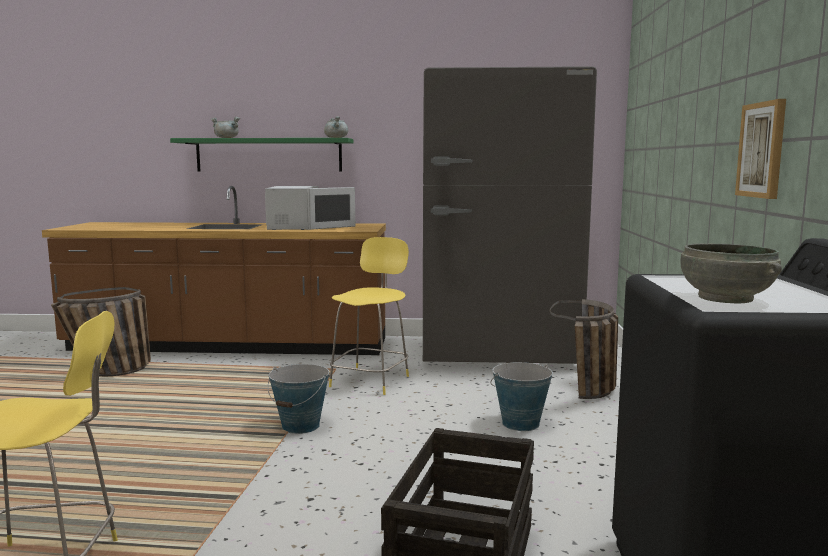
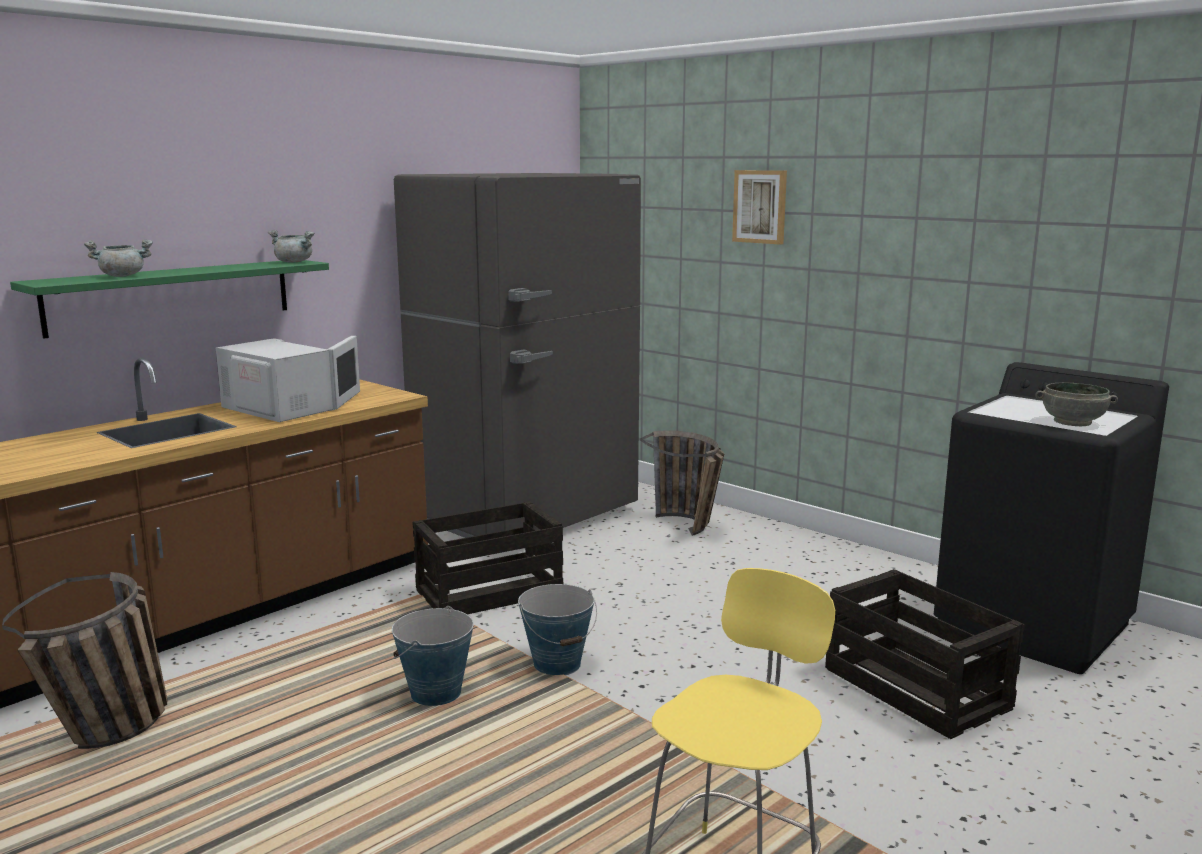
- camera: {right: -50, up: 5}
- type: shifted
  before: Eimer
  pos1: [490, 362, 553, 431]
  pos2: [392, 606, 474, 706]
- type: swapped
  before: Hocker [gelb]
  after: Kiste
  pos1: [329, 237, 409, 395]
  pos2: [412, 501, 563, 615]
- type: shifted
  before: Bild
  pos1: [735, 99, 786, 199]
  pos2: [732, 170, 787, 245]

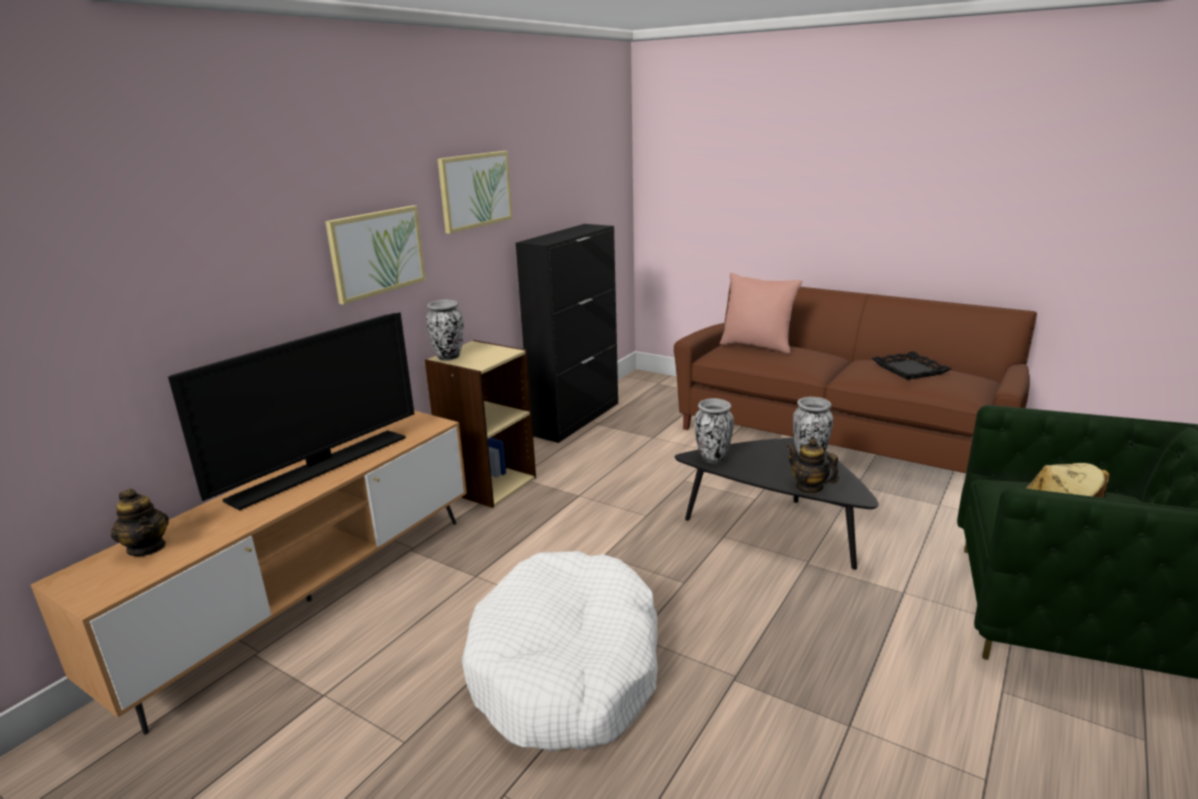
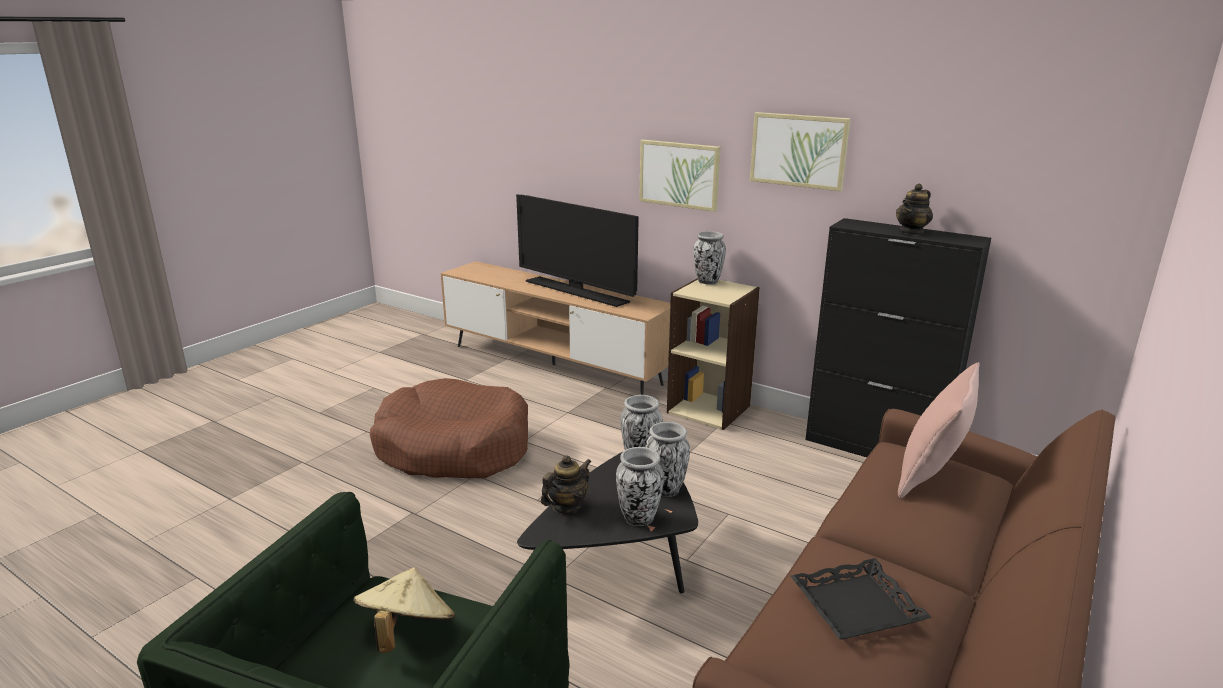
- camera: {right: 90, up: 0}
- type: repainted
  before: Hundebett [weiß]
  after: Hundebett [braun]
  pos1: [462, 551, 658, 751]
  pos2: [370, 378, 528, 478]
- type: new
  after: Vase
  pos2: [646, 422, 690, 497]
- type: shifted
  before: Teekanne
  pos1: [111, 489, 169, 556]
  pos2: [896, 184, 933, 236]

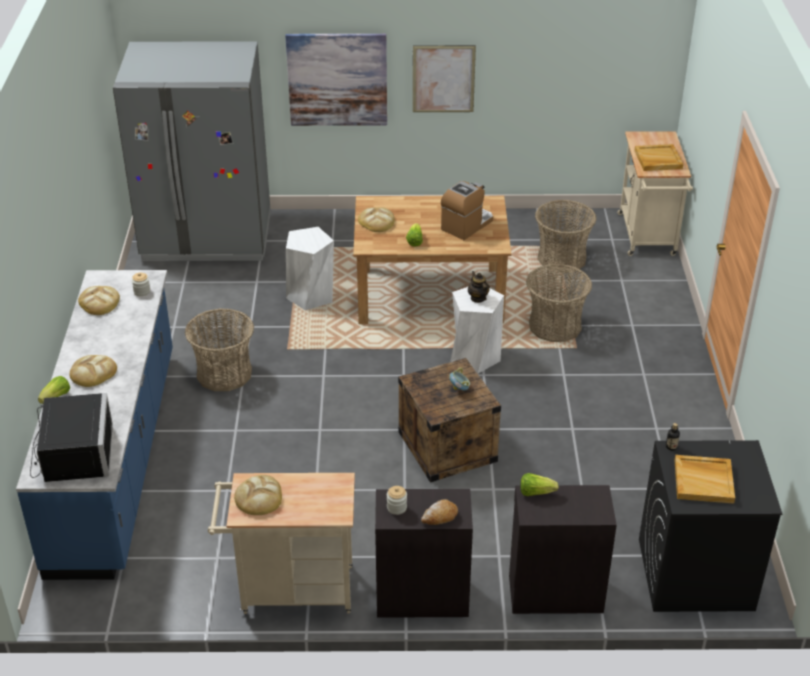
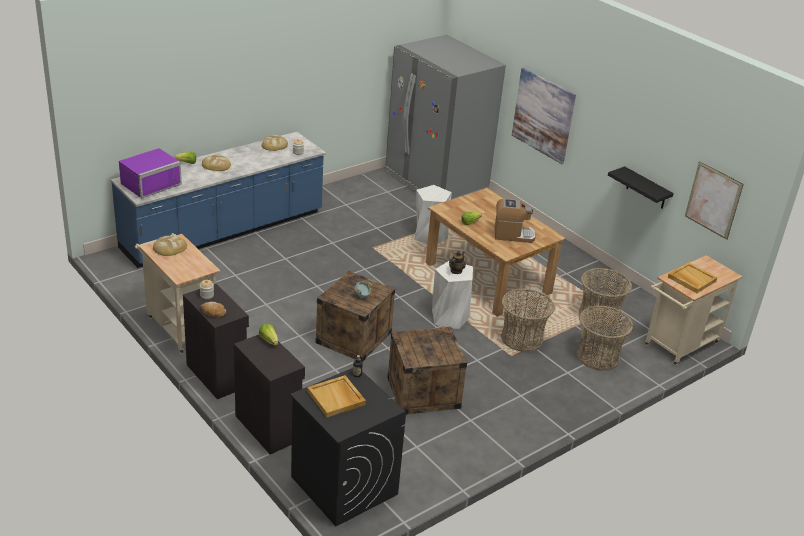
- camera: {right: 50, up: -5}
- type: repainted
  before: Mikrowelle [schwarz]
  after: Mikrowelle [lila]
  pos1: [30, 393, 113, 482]
  pos2: [119, 148, 182, 198]
- type: new
  after: Kiste
  pos2: [387, 327, 467, 415]
- type: shifted
  before: Korb
  pos1: [185, 308, 254, 391]
  pos2: [577, 306, 633, 371]
- type: new
  after: Wandregal [schwarz]
  pos2: [608, 166, 674, 209]
- type: shifted
  before: Bild
  pos1: [413, 45, 476, 112]
  pos2: [685, 161, 744, 240]
- type: gone
  before: Brot
  pos1: [358, 207, 395, 232]

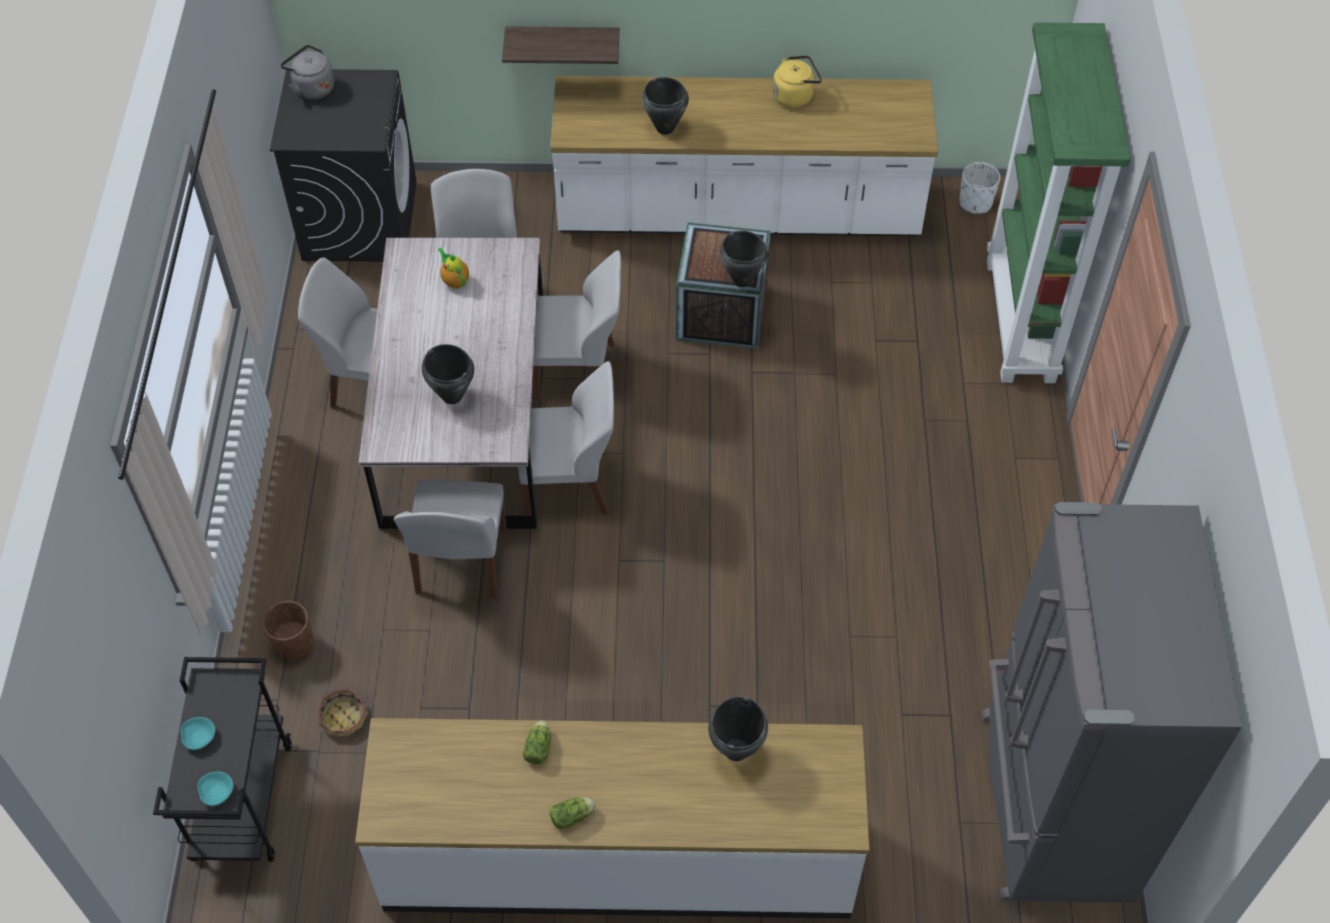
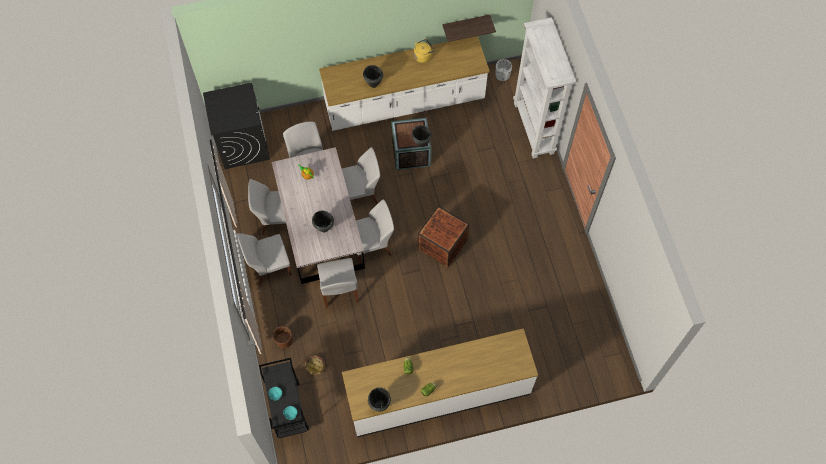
- camera: {right: -15, up: 10}
- type: new
  after: Stuhl [weiß]
  pos2: [237, 233, 292, 286]
- type: shifted
  before: Kochtopf [schwarz]
  pos1: [708, 696, 768, 761]
  pos2: [368, 387, 391, 412]
- type: new
  after: Kiste
  pos2: [418, 206, 469, 267]
- type: shifted
  before: Wandregal
  pos1: [502, 26, 620, 64]
  pos2: [443, 15, 496, 42]
- type: repainted
  before: Bücherregal [grün]
  after: Bücherregal [weiß]
  pos1: [987, 22, 1131, 383]
  pos2: [513, 17, 576, 159]
- type: gone
  before: Wasserkessel [grau]
  pos1: [280, 45, 334, 100]
- type: gone
  before: Kühlschrank [grau]
  pos1: [982, 502, 1242, 903]

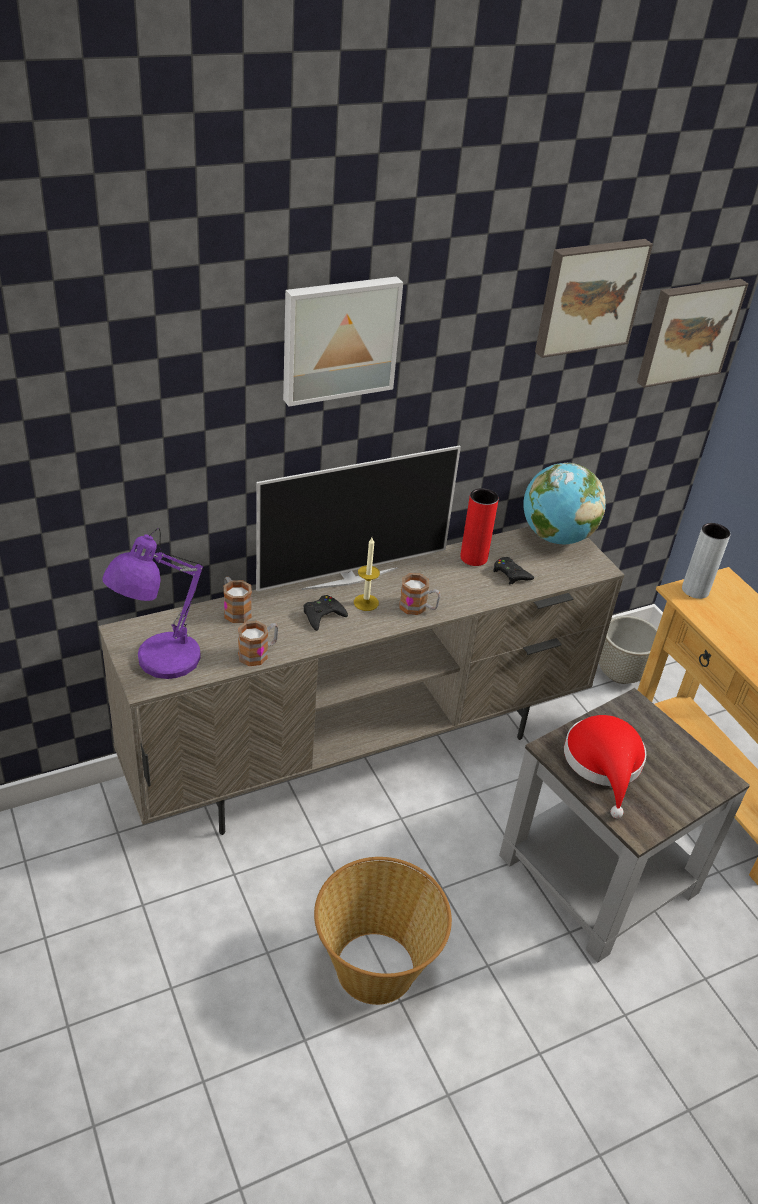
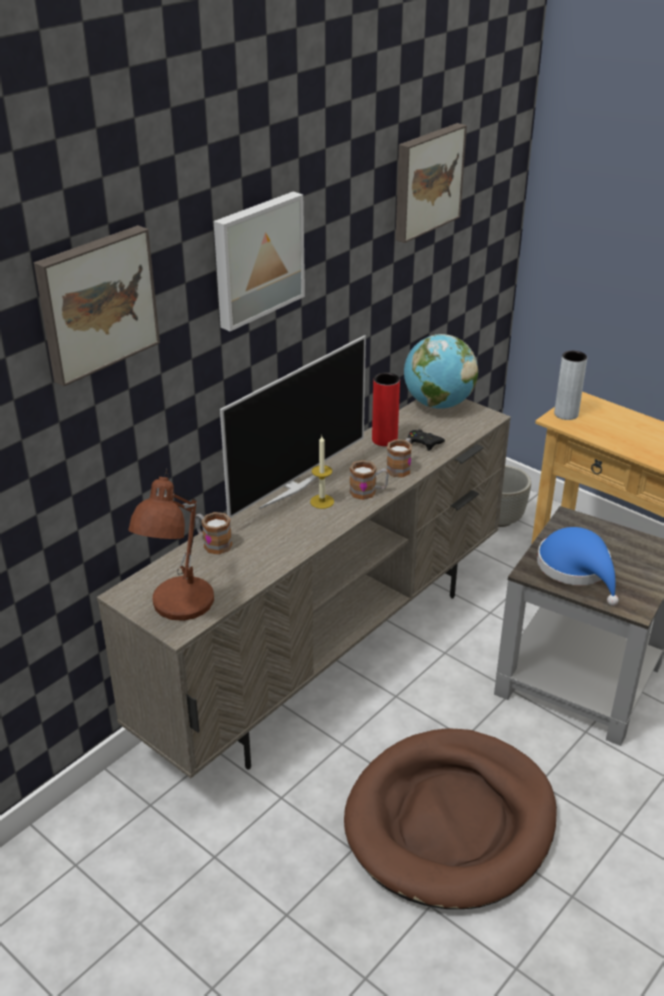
- camera: {right: -20, up: -5}
- type: shifted
  before: Bild
  pos1: [637, 279, 749, 388]
  pos2: [34, 225, 160, 387]
- type: repainted
  before: Tischlampe [lila]
  after: Tischlampe [braun]
  pos1: [102, 528, 203, 679]
  pos2: [128, 469, 214, 621]
- type: swapped
  before: Korb
  after: Hundebett [braun]
  pos1: [314, 857, 452, 1005]
  pos2: [344, 728, 557, 909]
- type: shifted
  before: Henkelbecher
  pos1: [238, 621, 278, 666]
  pos2: [387, 438, 412, 477]
- type: repainted
  before: Hut [rot]
  after: Hut [blau]
  pos1: [564, 715, 647, 818]
  pos2: [537, 527, 619, 606]
- type: gone
  before: Gamepad [schwarz]
  pos1: [304, 595, 348, 631]

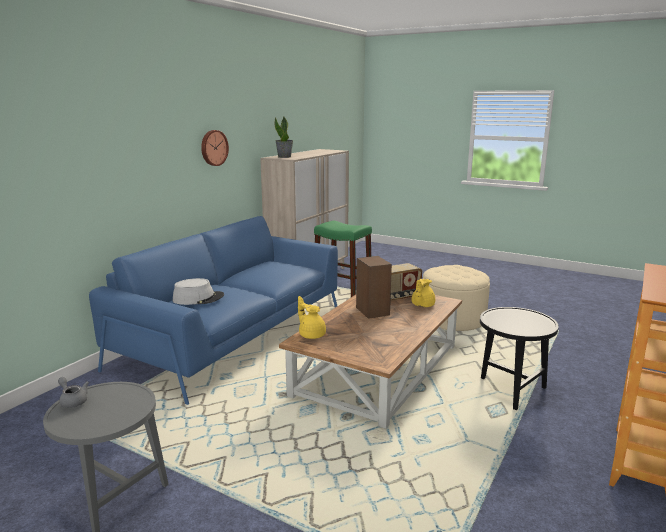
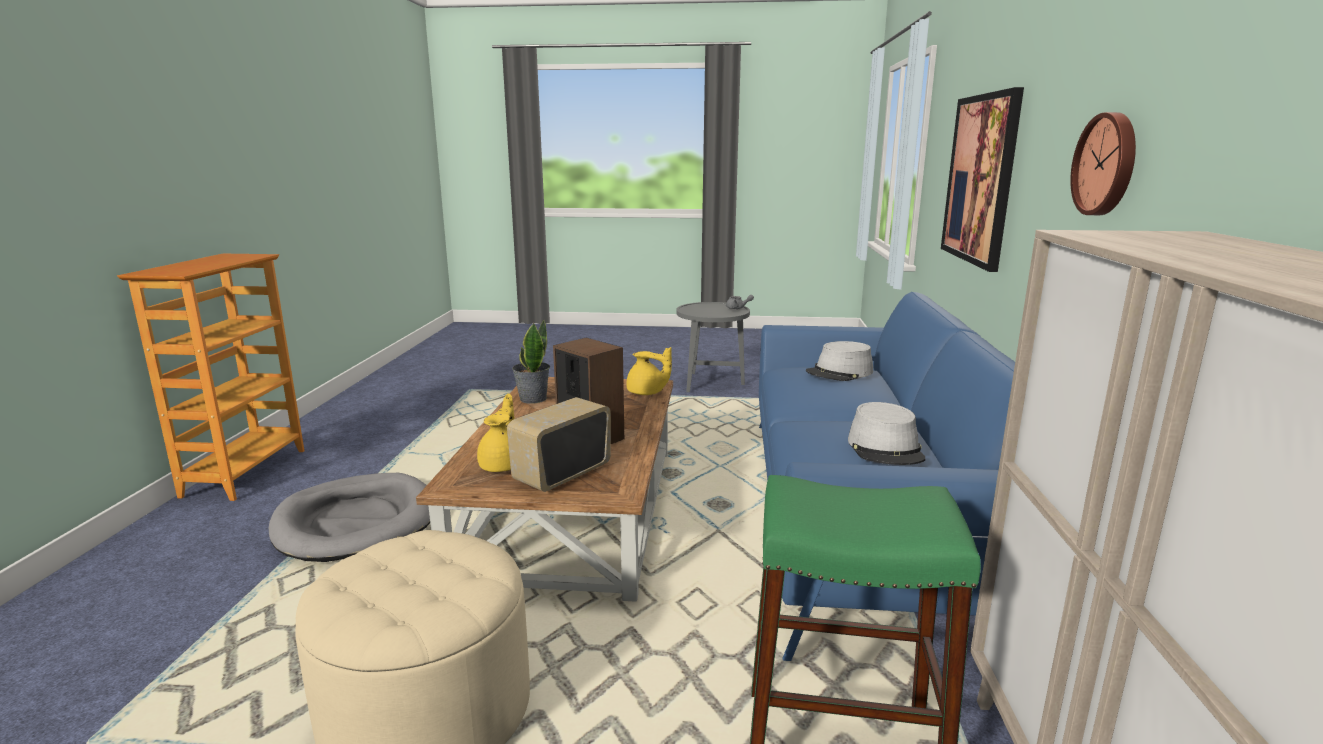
- camera: {right: 155, up: 0}
- type: swapped
  before: Beistelltisch [schwarz]
  after: Hundebett [grau]
  pos1: [480, 307, 559, 410]
  pos2: [269, 473, 430, 562]
- type: shifted
  before: Topfpflanze
  pos1: [275, 116, 293, 158]
  pos2: [512, 320, 550, 404]
- type: new
  after: Hut [grau]
  pos2: [848, 402, 925, 465]
- type: new
  after: Bild
  pos2: [941, 87, 1024, 272]

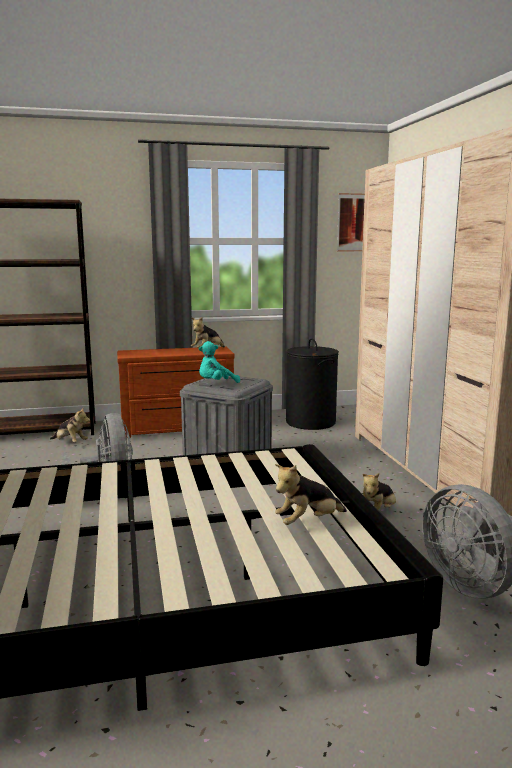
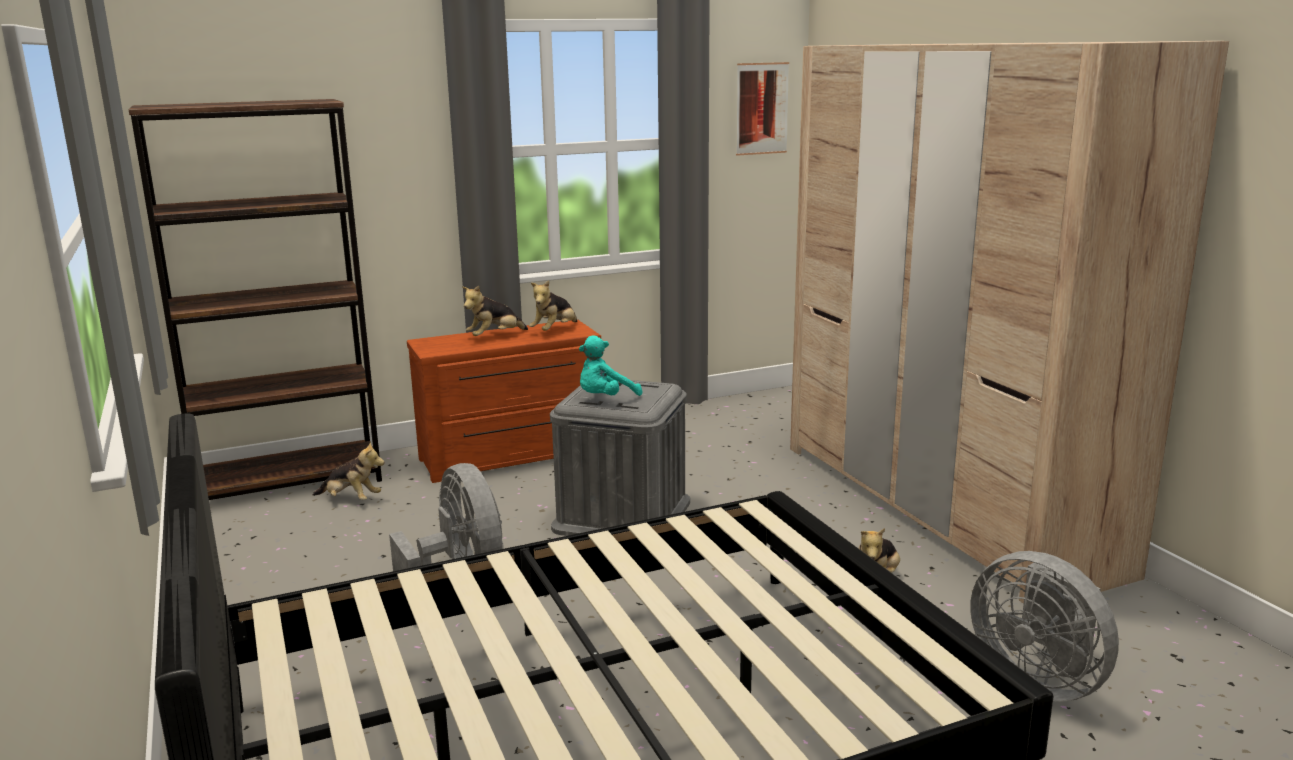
- camera: {right: -10, up: 5}
- type: shifted
  before: Plüschtier
  pos1: [275, 464, 347, 525]
  pos2: [462, 286, 528, 336]
- type: gone
  before: Wäschekorb [schwarz]
  pos1: [286, 338, 339, 430]

